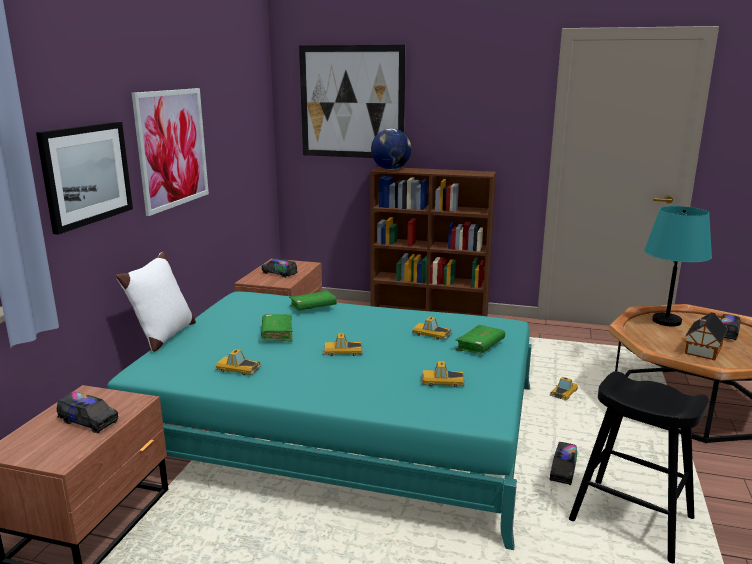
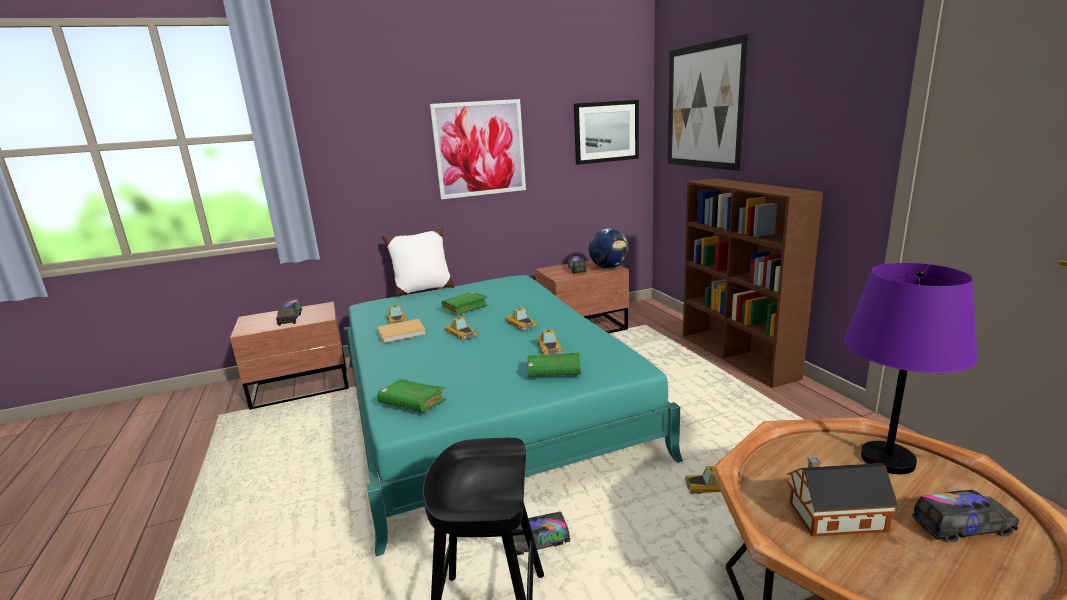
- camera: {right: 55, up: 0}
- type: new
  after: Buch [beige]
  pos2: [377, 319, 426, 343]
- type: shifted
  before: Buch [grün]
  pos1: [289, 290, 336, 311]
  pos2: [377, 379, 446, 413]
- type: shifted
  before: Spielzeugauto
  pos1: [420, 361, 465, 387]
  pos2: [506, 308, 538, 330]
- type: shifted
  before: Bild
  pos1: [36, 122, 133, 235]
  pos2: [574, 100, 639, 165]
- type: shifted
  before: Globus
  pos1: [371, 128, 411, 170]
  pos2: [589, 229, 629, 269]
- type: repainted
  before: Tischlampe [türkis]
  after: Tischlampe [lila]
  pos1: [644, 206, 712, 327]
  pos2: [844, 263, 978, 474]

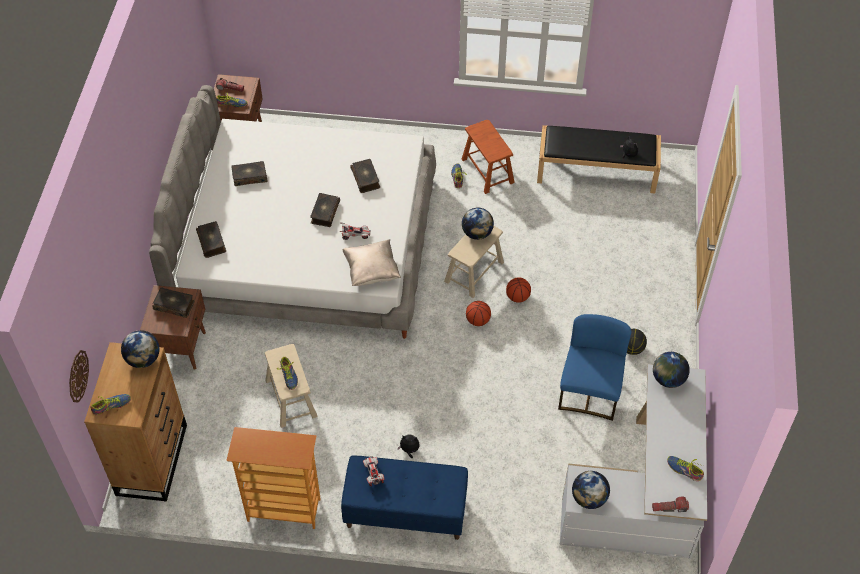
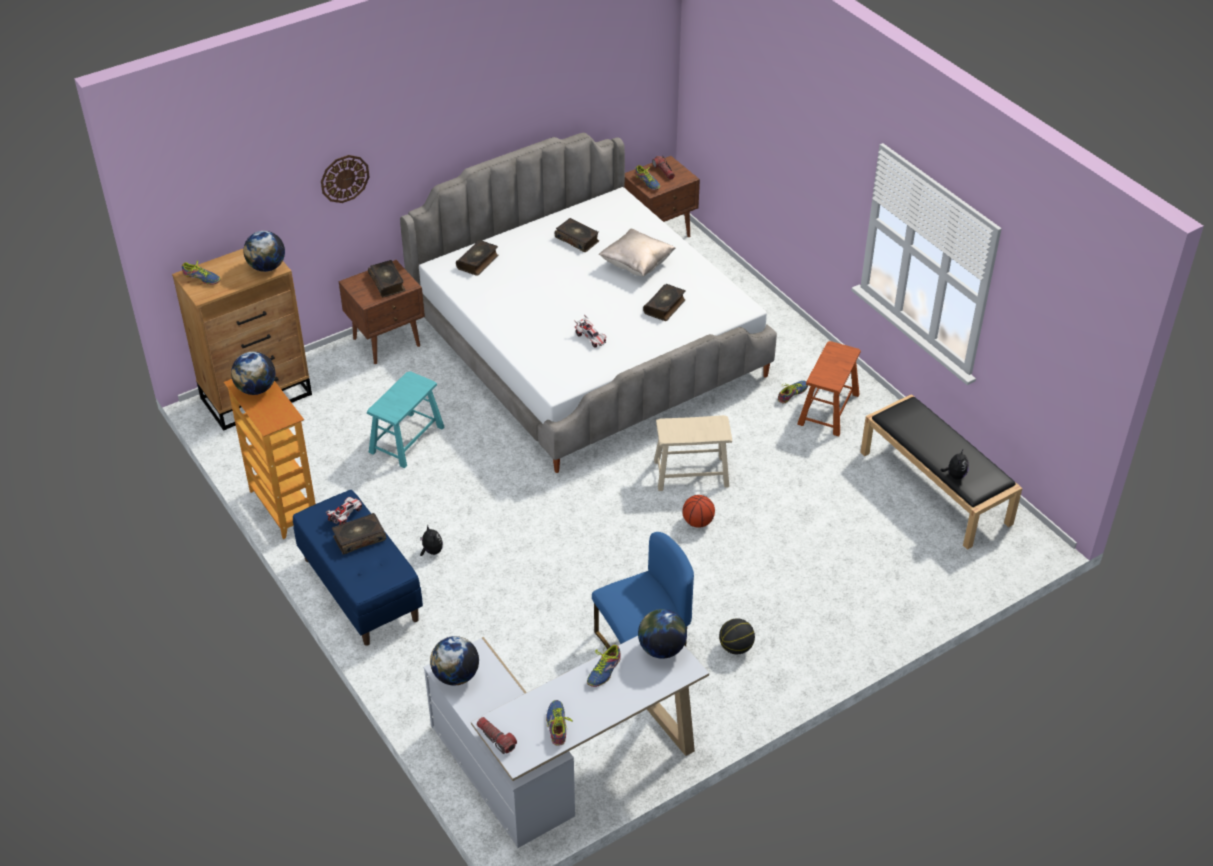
- camera: {right: 50, up: -10}
- type: shifted
  before: Globus
  pos1: [462, 208, 494, 240]
  pos2: [231, 352, 275, 395]
- type: shifted
  before: Wanduhr
  pos1: [69, 350, 89, 403]
  pos2: [321, 155, 370, 203]
- type: shifted
  before: Buch
  pos1: [310, 193, 340, 227]
  pos2: [332, 513, 386, 555]
- type: repainted
  before: Hocker [beige]
  after: Hocker [türkis]
  pos1: [265, 344, 318, 428]
  pos2: [367, 371, 445, 468]
- type: shifted
  before: Schuh
  pos1: [277, 357, 298, 390]
  pos2: [587, 643, 621, 687]
- type: shifted
  before: Kissen [beige]
  pos1: [342, 239, 401, 286]
  pos2: [599, 229, 675, 277]
- type: gone
  before: Basketball
  pos1: [466, 301, 491, 326]

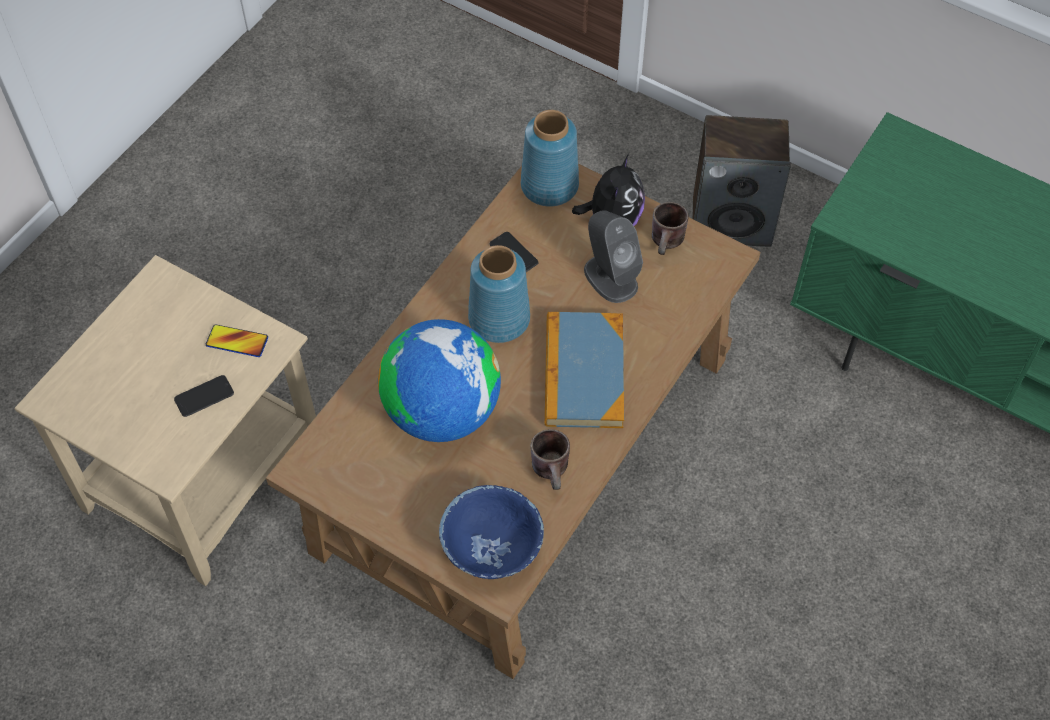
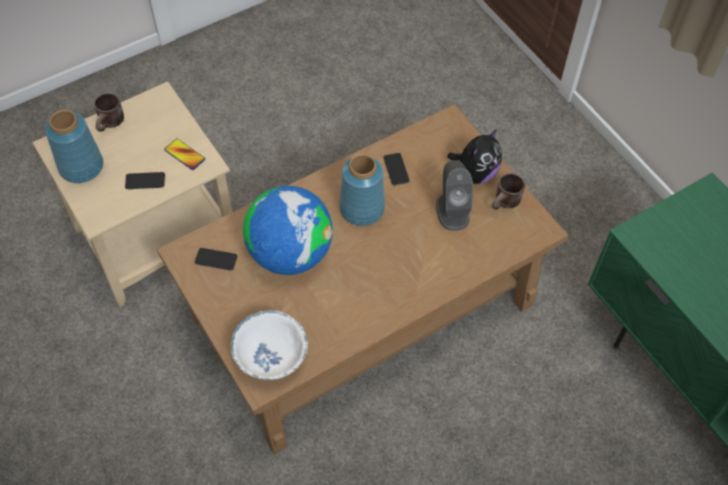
- camera: {right: 25, up: 0}
- type: shifted
  before: Vase [blau]
  pos1: [521, 110, 579, 207]
  pos2: [45, 110, 103, 183]
- type: shifted
  before: Henkelbecher [braun]
  pos1: [530, 429, 570, 490]
  pos2: [94, 93, 124, 132]
- type: new
  after: Handy
  pos2: [195, 248, 238, 270]
- type: repainted
  before: Schüssel [blau]
  after: Schüssel [weiß]
  pos1: [439, 485, 544, 579]
  pos2: [231, 310, 308, 380]
- type: gone
  before: Buch
  pos1: [545, 312, 624, 428]
- type: gone
  before: Lautsprecher
  pos1: [692, 115, 791, 247]

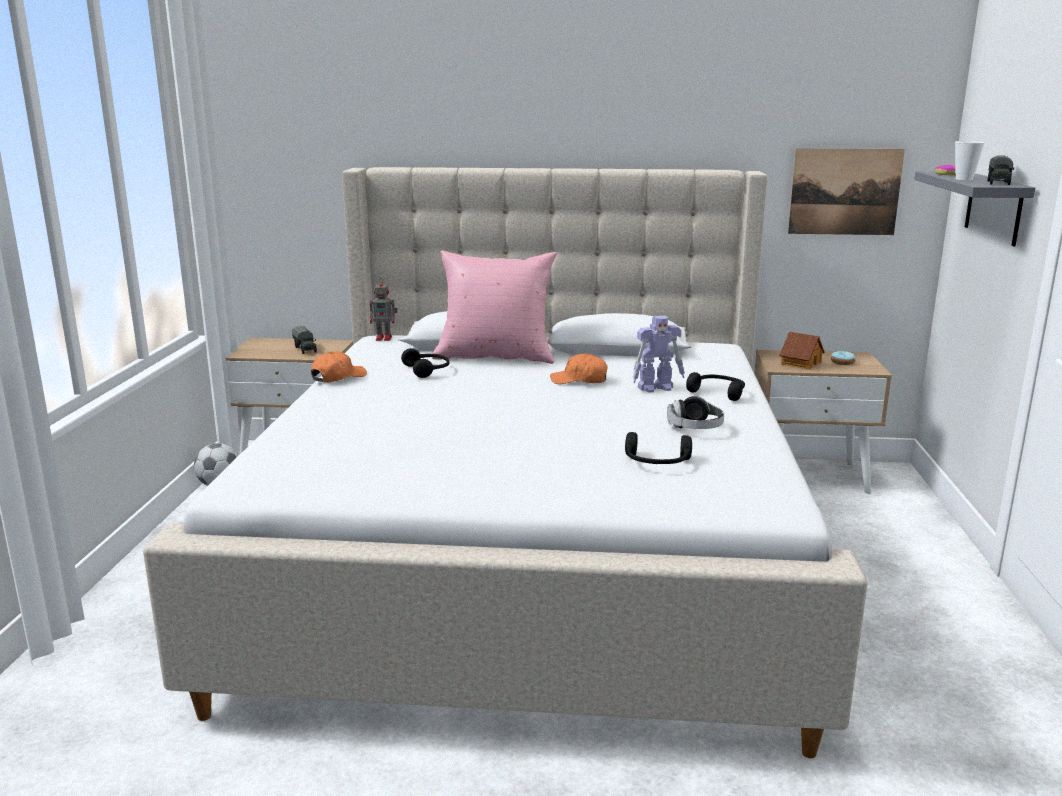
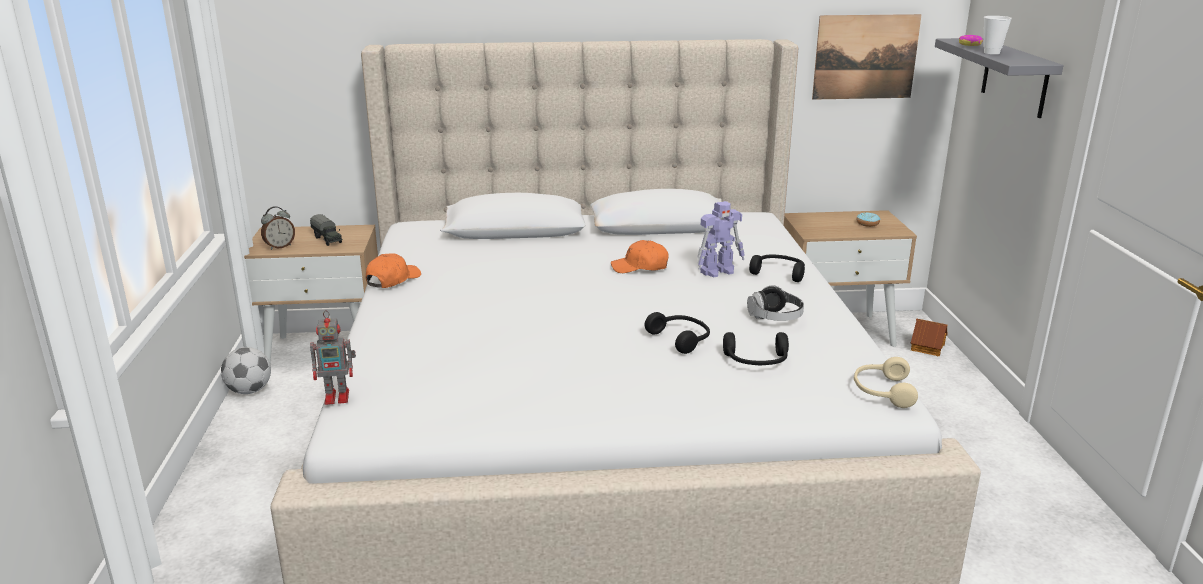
- camera: {right: -10, up: 5}
- type: new
  after: Wecker
  pos2: [261, 206, 295, 250]
- type: shifted
  before: Spielzeugroboter
  pos1: [370, 278, 397, 341]
  pos2: [310, 310, 356, 405]
- type: shifted
  before: Kopfhörer [schwarz]
  pos1: [401, 348, 449, 378]
  pos2: [645, 312, 710, 354]
- type: new
  after: Kopfhörer [beige]
  pos2: [854, 357, 918, 408]
- type: shifted
  before: Spielzeughaus
  pos1: [779, 332, 825, 370]
  pos2: [911, 318, 948, 356]
- type: gone
  before: Kissen [rosa]
  pos1: [432, 250, 557, 364]
- type: gone
  before: Spielzeuglaster
  pos1: [987, 155, 1014, 185]

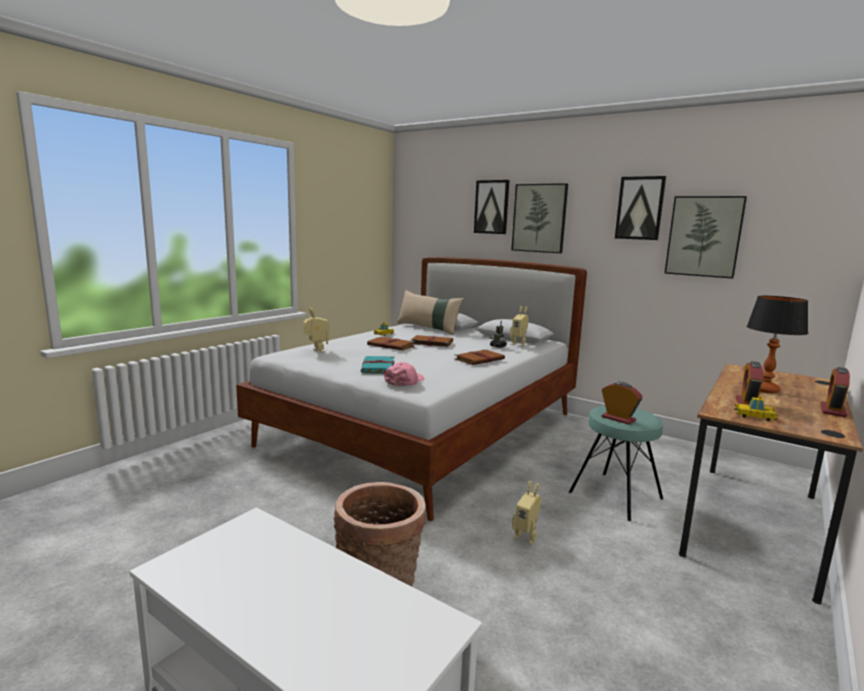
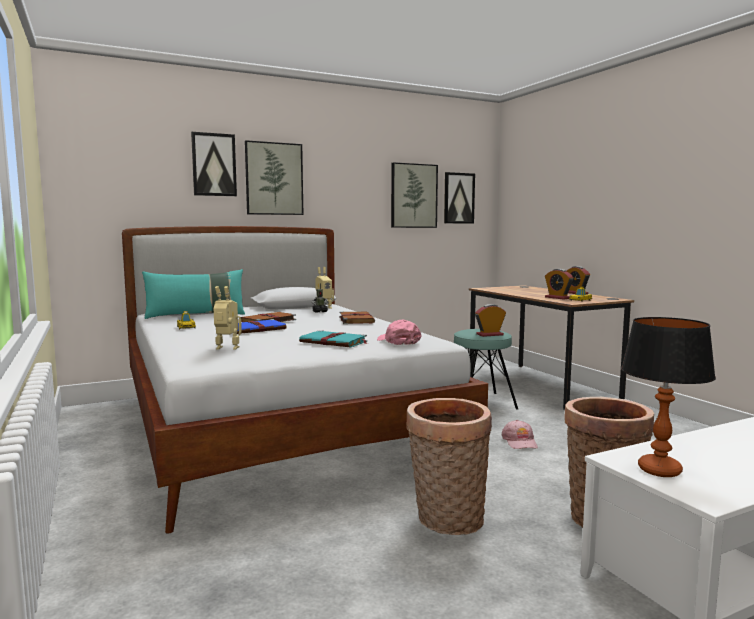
- camera: {right: -60, up: -5}
- type: repainted
  before: Kissen [beige]
  after: Kissen [türkis]
  pos1: [397, 290, 464, 335]
  pos2: [142, 269, 245, 319]
- type: repainted
  before: Buch [braun]
  after: Buch [blau]
  pos1: [367, 336, 415, 350]
  pos2: [237, 319, 286, 334]
- type: new
  after: Korb
  pos2: [406, 398, 492, 535]
- type: shifted
  before: Bild
  pos1: [615, 176, 666, 240]
  pos2: [444, 172, 475, 224]
- type: swapped
  before: Spielzeugroboter
  after: Kappe [rosa]
  pos1: [512, 481, 541, 545]
  pos2: [501, 420, 538, 449]
- type: shifted
  before: Tischlampe
  pos1: [746, 296, 808, 393]
  pos2: [621, 317, 716, 477]

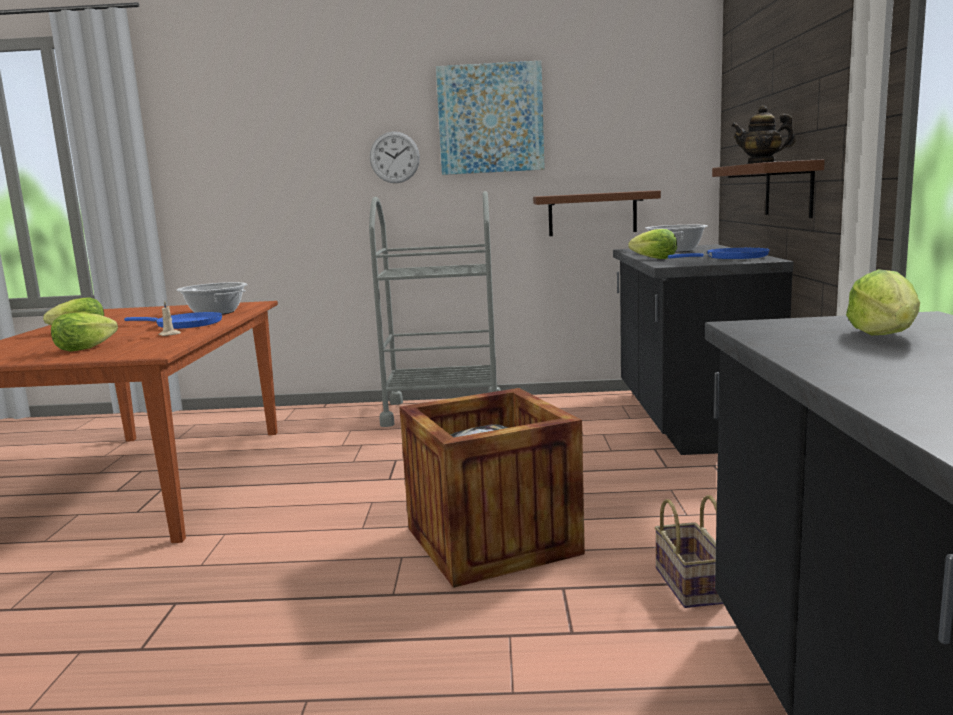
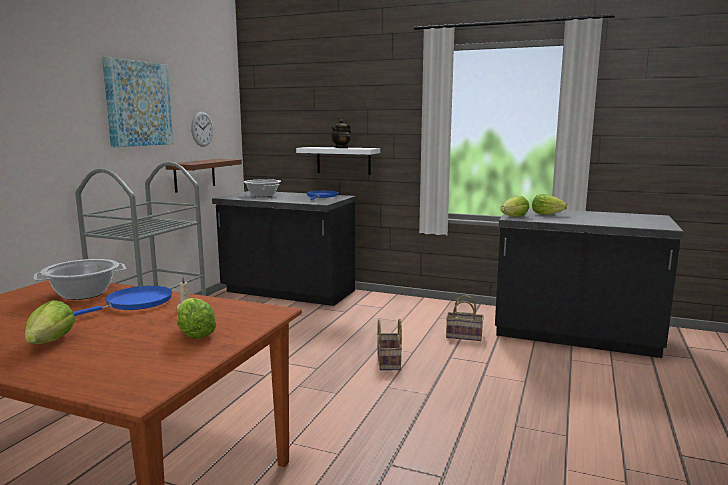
- camera: {right: -70, up: 0}
- type: shifted
  before: Wanduhr
  pos1: [370, 132, 420, 183]
  pos2: [191, 112, 213, 147]
- type: repainted
  before: Wandregal [braun]
  after: Wandregal [weiß]
  pos1: [712, 159, 825, 218]
  pos2: [296, 147, 380, 175]
- type: swapped
  before: Kiste
  after: Korb
  pos1: [400, 388, 585, 588]
  pos2: [377, 319, 402, 371]
- type: shifted
  before: Salatkopf
  pos1: [628, 229, 677, 259]
  pos2: [500, 196, 529, 217]

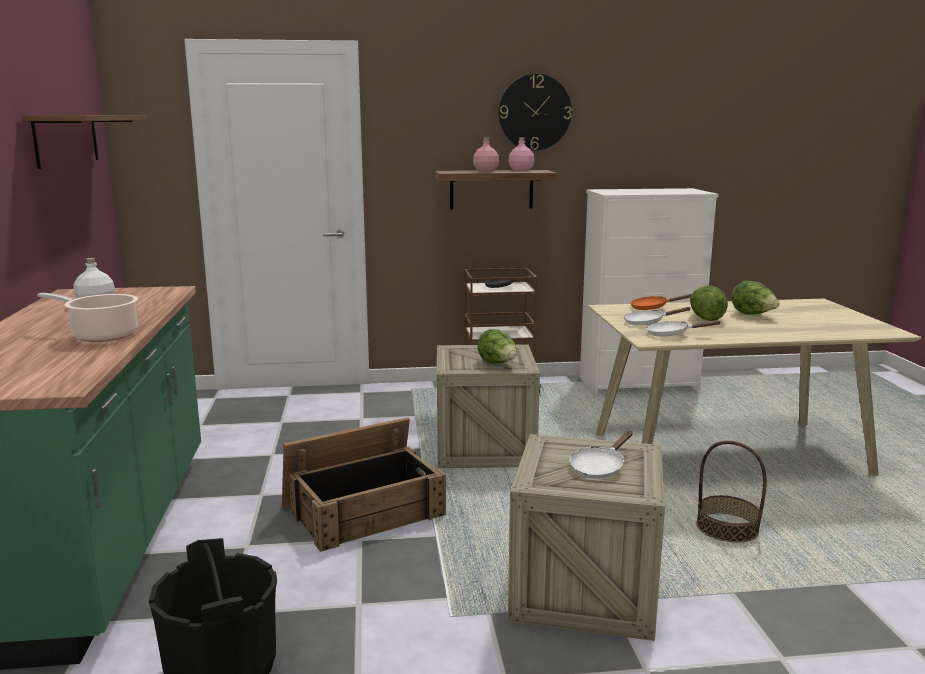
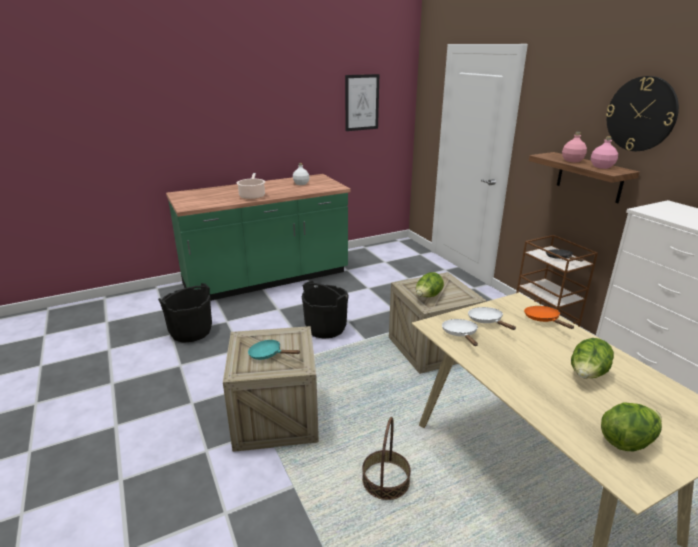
- camera: {right: 70, up: 10}
- type: repainted
  before: Pfanne [weiß]
  after: Pfanne [türkis]
  pos1: [569, 431, 632, 479]
  pos2: [248, 340, 300, 360]
- type: swapped
  before: Kiste
  after: Eimer [schwarz]
  pos1: [282, 417, 446, 552]
  pos2: [302, 281, 349, 338]
- type: swapped
  before: Wandregal [braun]
  after: Bild
  pos1: [22, 115, 147, 169]
  pos2: [345, 74, 379, 131]
- type: shifted
  before: Salatkopf
  pos1: [690, 286, 728, 321]
  pos2: [601, 402, 662, 451]

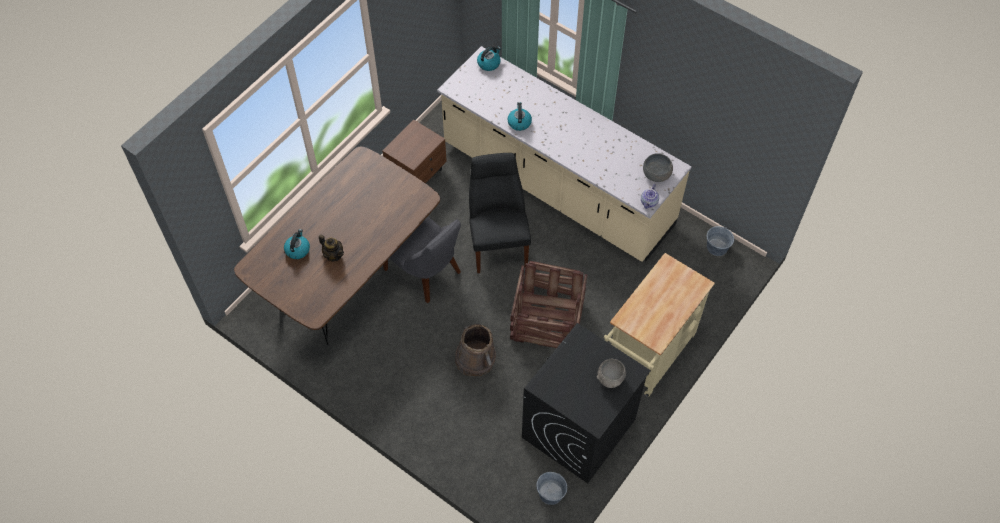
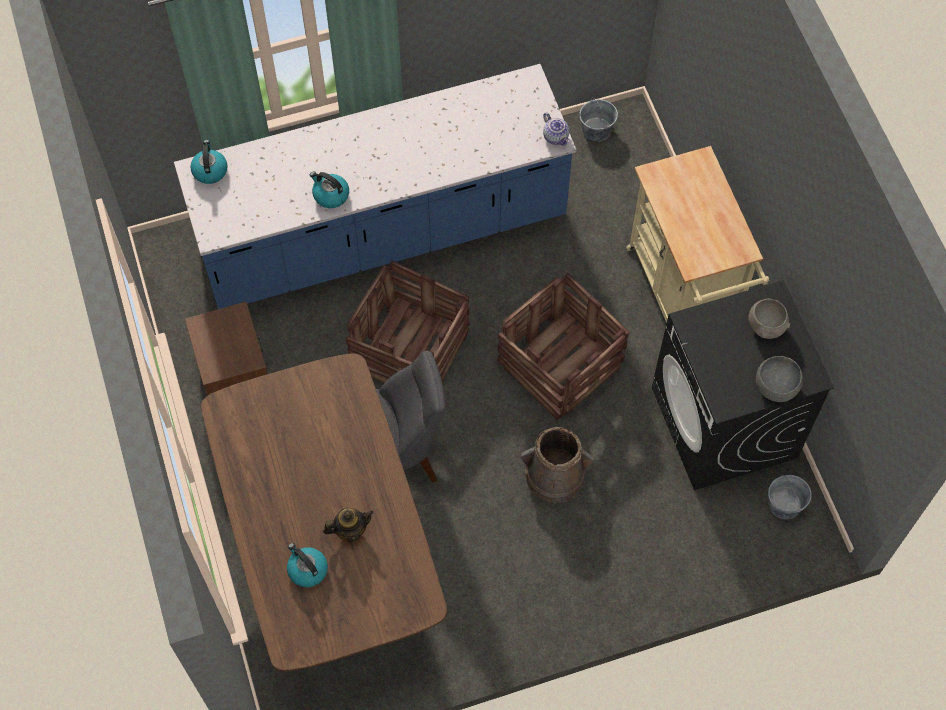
- camera: {right: -55, up: 5}
- type: repainted
  before: Küchenzeile [beige]
  after: Küchenzeile [blau]
  pos1: [437, 46, 691, 262]
  pos2: [174, 64, 576, 309]
- type: swapped
  before: Stuhl [schwarz]
  after: Kiste
  pos1: [469, 153, 531, 273]
  pos2: [346, 260, 470, 383]
- type: shifted
  before: Schüssel [grau]
  pos1: [643, 153, 673, 182]
  pos2: [756, 356, 803, 402]

